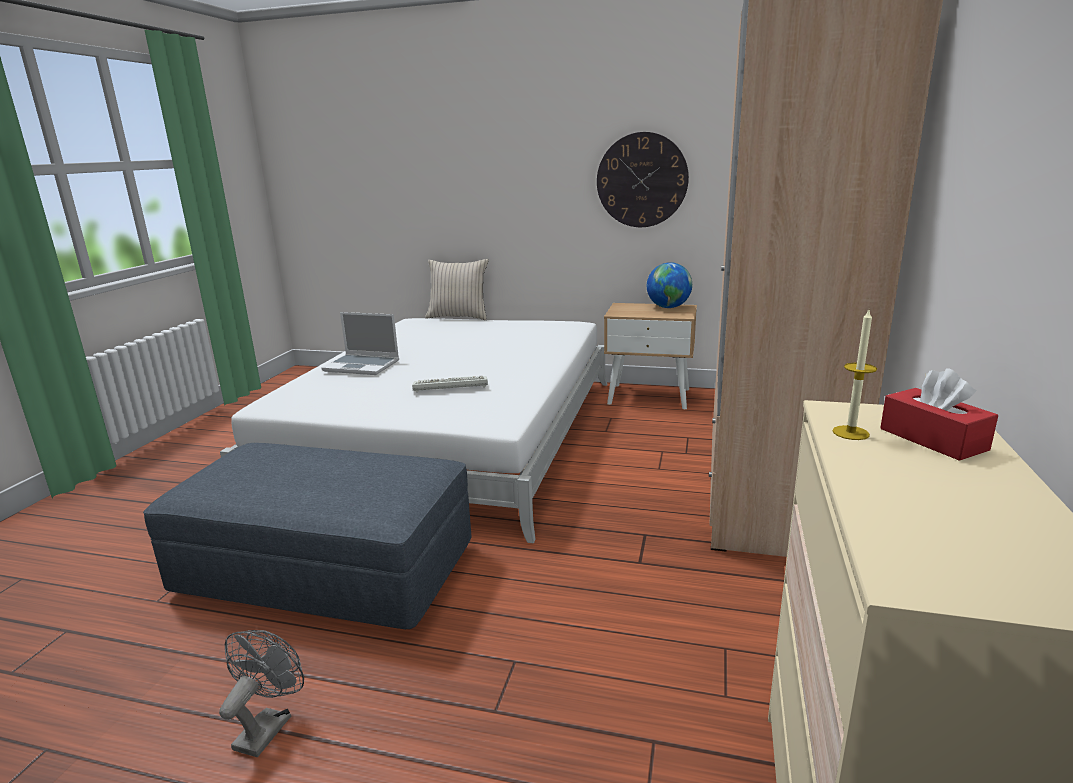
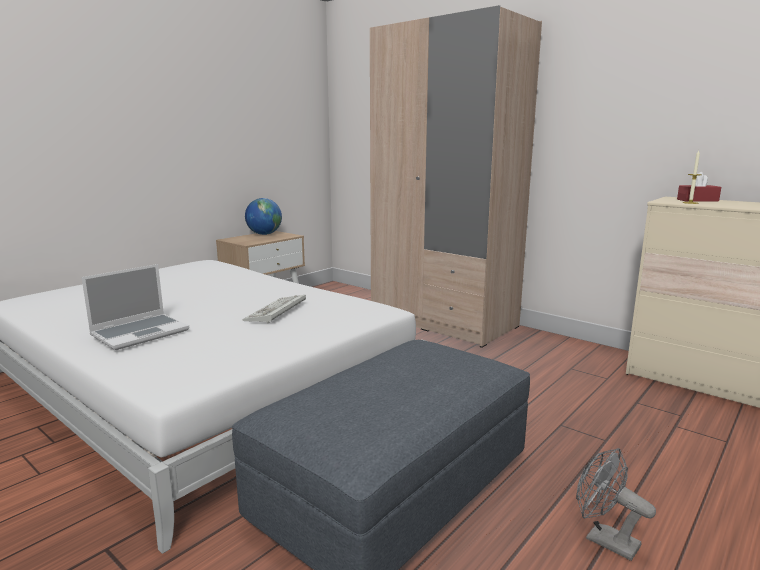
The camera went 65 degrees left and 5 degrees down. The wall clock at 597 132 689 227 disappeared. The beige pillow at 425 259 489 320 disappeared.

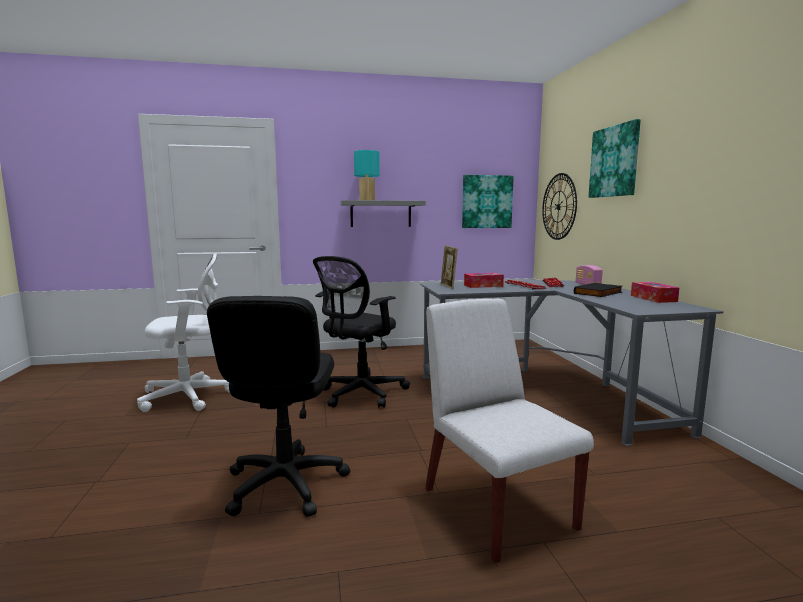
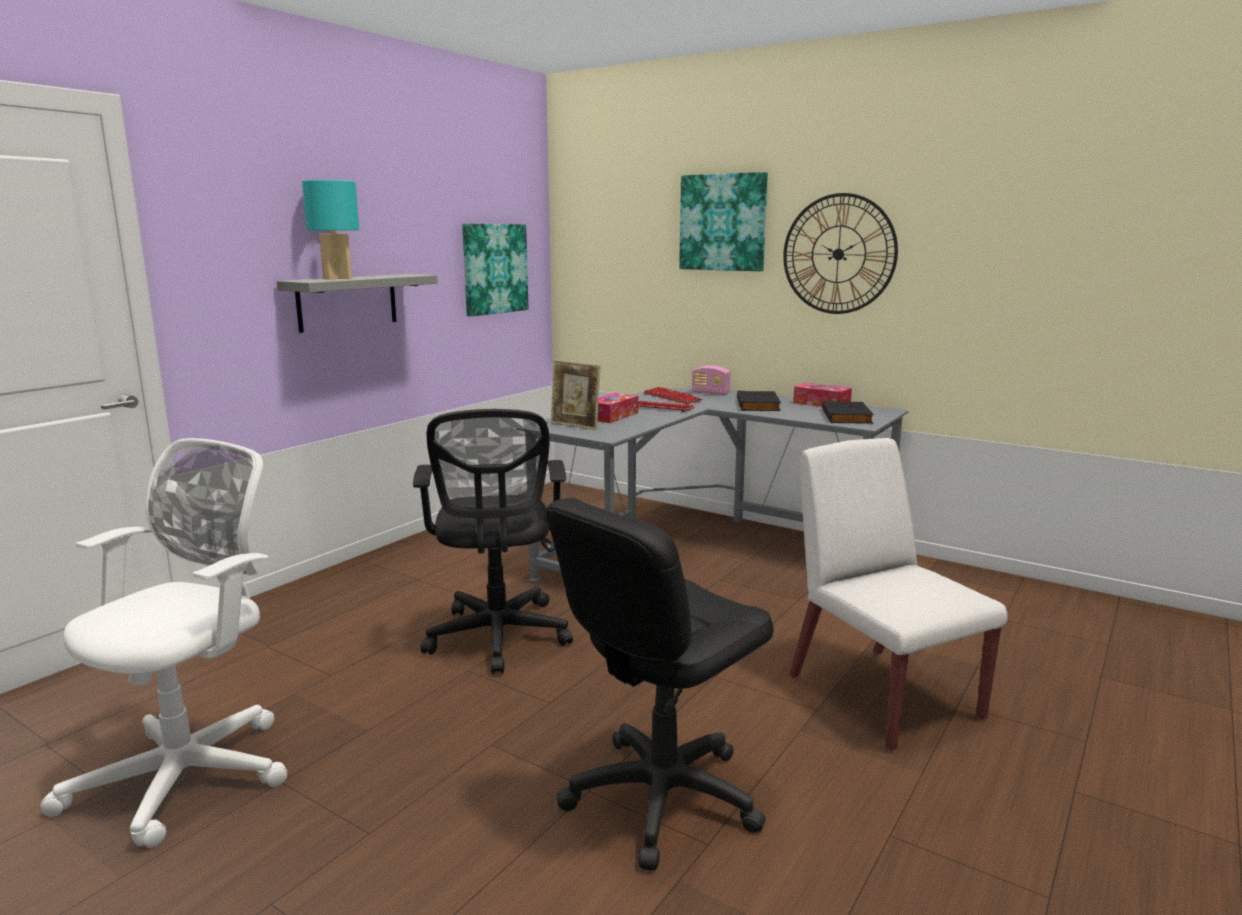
The camera went 45 degrees left and 5 degrees up. The wall clock moved from 542 173 577 240 to 783 193 898 314. The black office chair at 207 296 350 517 turned 90 degrees clockwise. The white chair at 425 299 594 564 turned 45 degrees clockwise. The black book at 822 401 874 424 appeared.

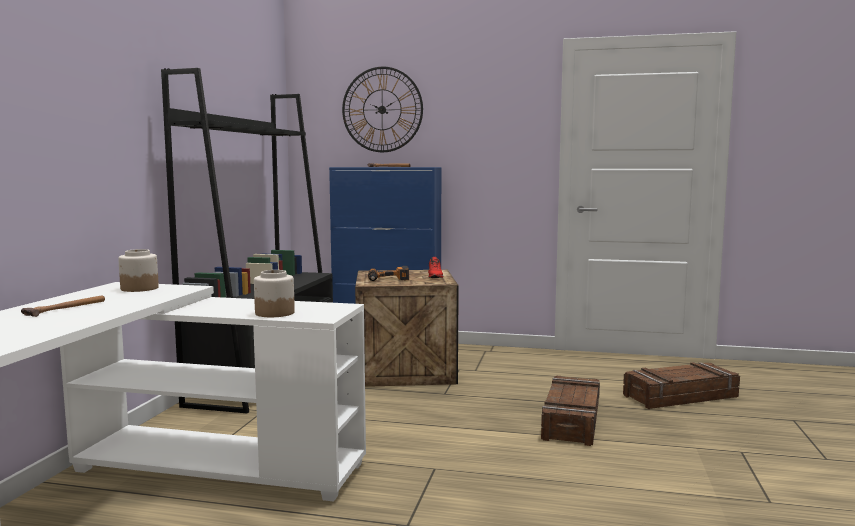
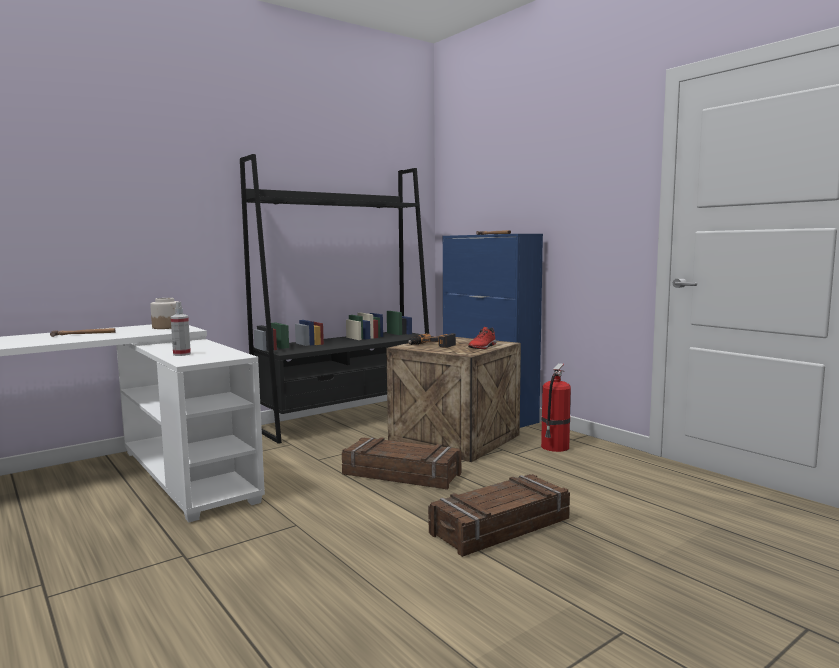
The camera went 40 degrees right and 0 degrees up. The wall clock at 342 67 423 152 disappeared. The jar at 254 270 295 317 was replaced by the spray bottle at 171 302 191 356. The crate moved from 623 362 740 409 to 342 437 462 490. The fire extinguisher at 541 363 571 452 appeared.

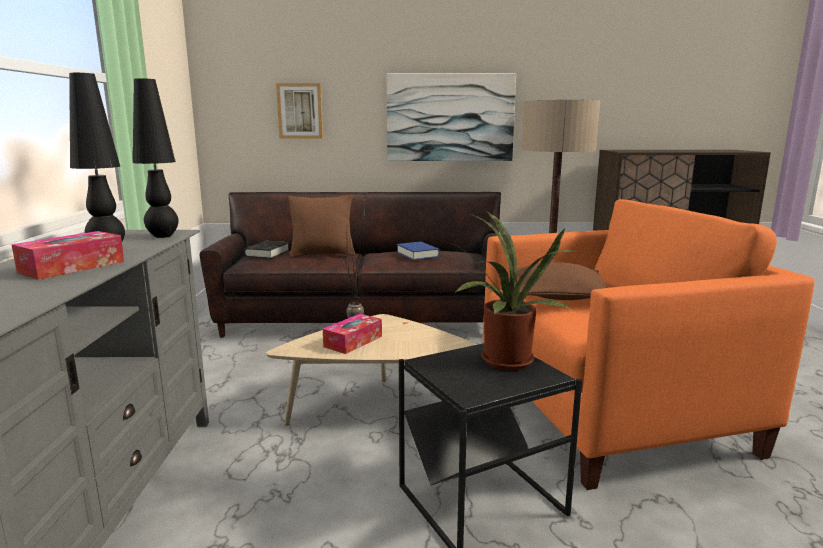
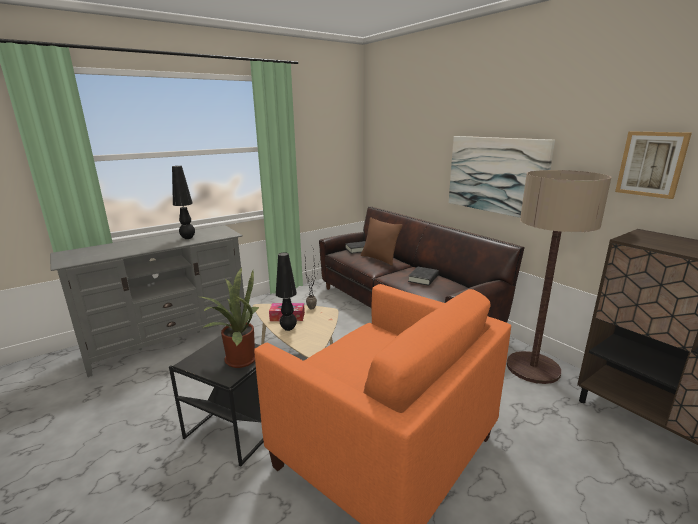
The camera went 55 degrees right and 5 degrees up. The black table lamp moved from 133 78 179 238 to 276 252 297 331. The picture moved from 276 83 323 139 to 615 131 692 199. The tissue box at 11 231 125 280 disappeared. The blue book at 397 242 440 260 became the black book at 408 267 439 286. The brown pillow at 517 262 608 300 disappeared.

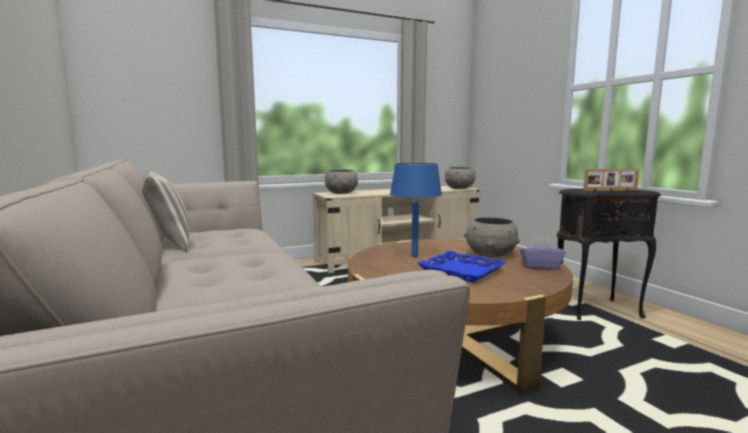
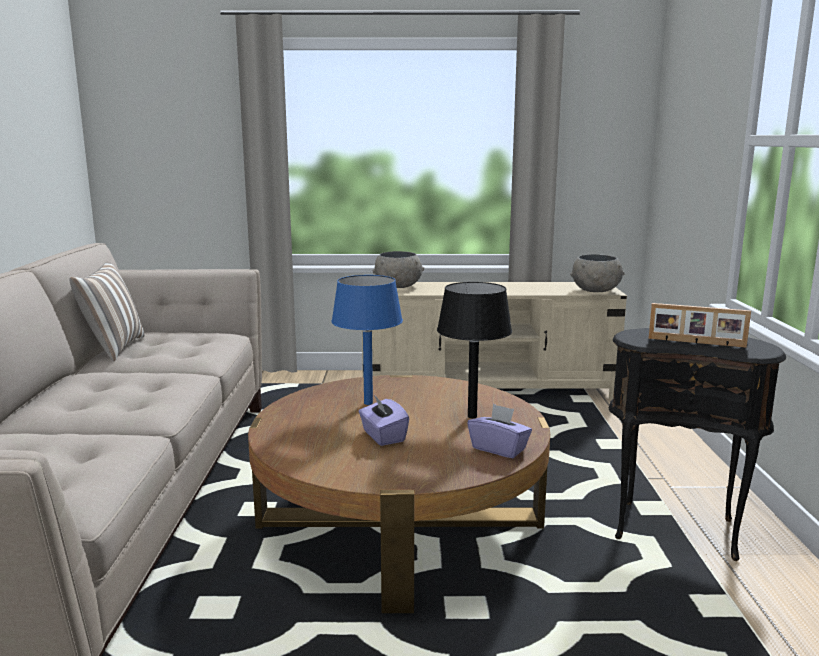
The camera went 25 degrees right and 5 degrees up. The grey bowl at 464 217 520 257 was replaced by the black table lamp at 437 282 512 419. The blue tray at 417 251 506 282 was replaced by the purple tissue box at 359 396 409 446.

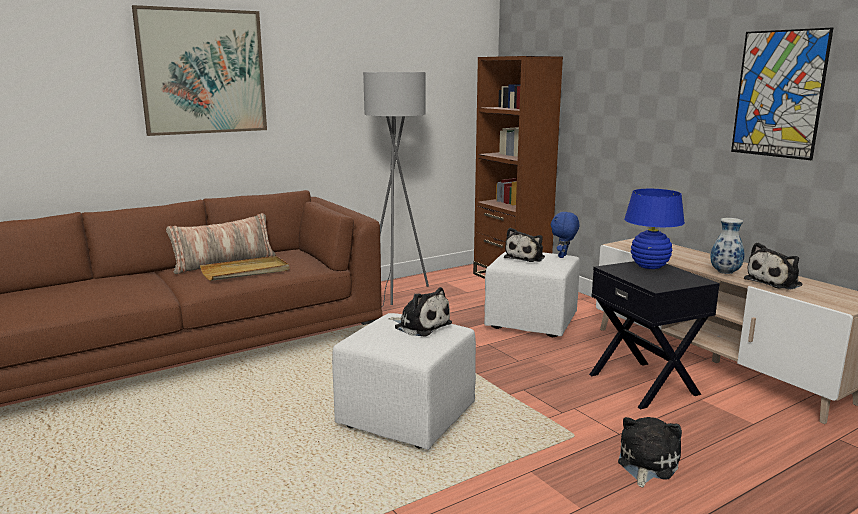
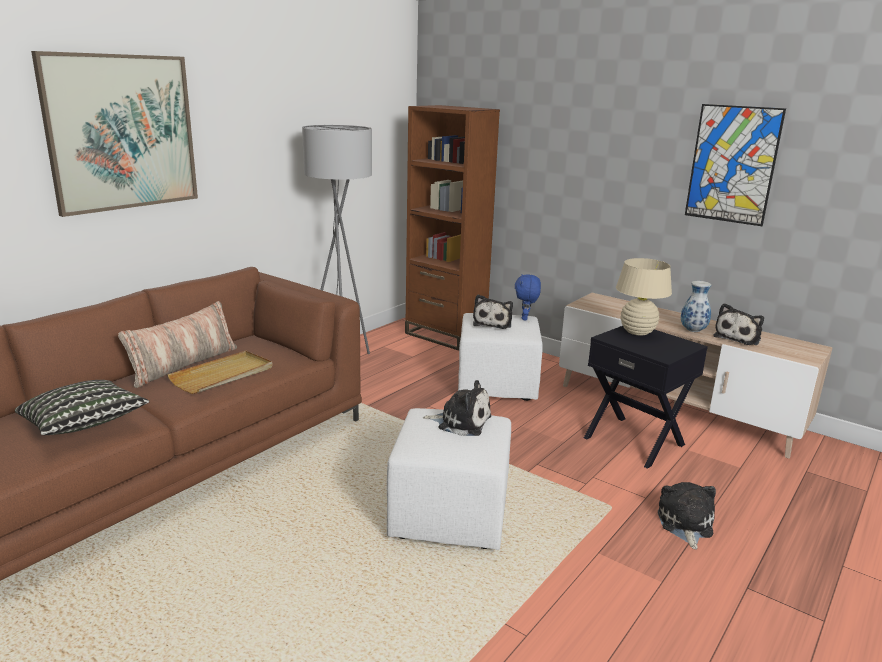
The camera went 20 degrees left and 5 degrees up. The blue table lamp at 624 189 685 269 became the beige table lamp at 616 258 672 336. The pillow at 15 380 150 435 appeared.

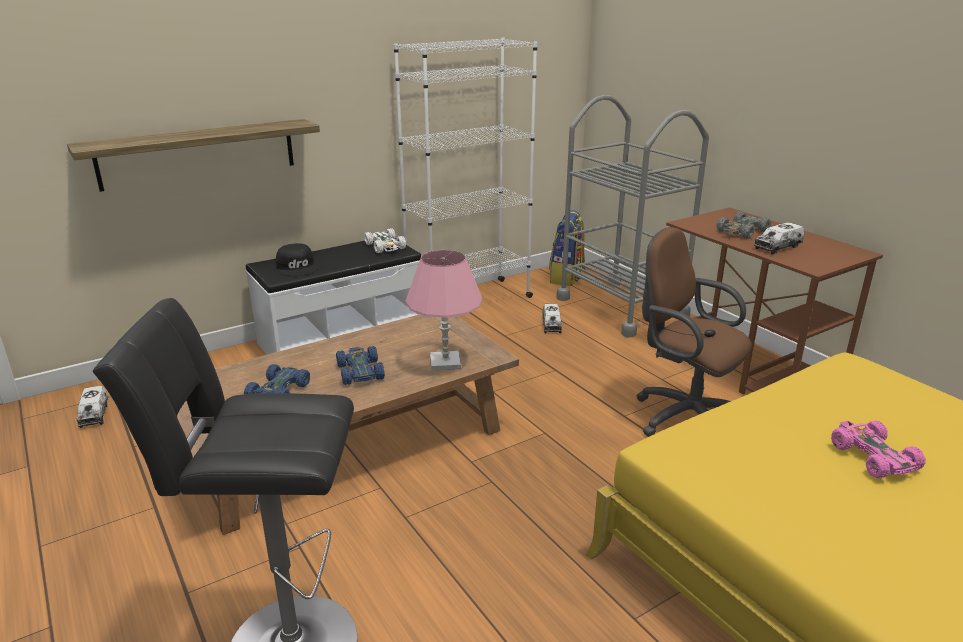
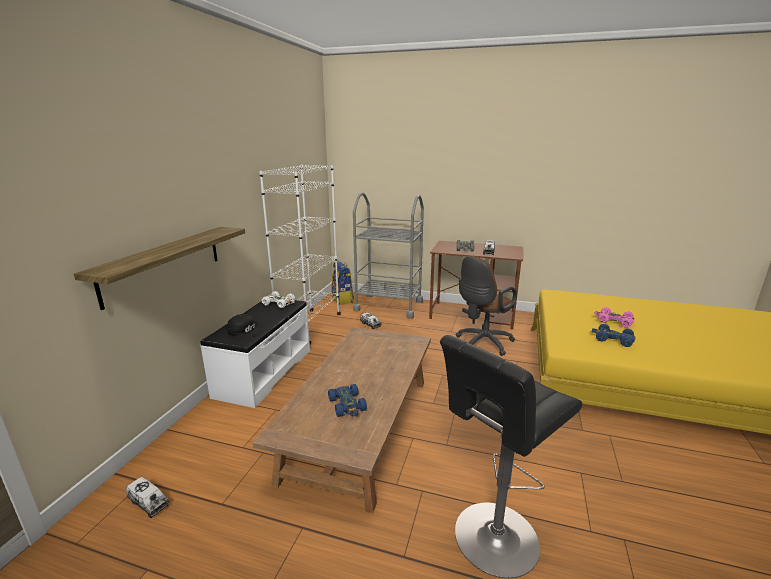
The camera went 40 degrees left and 5 degrees down. The brown office chair at 636 227 752 437 turned 45 degrees counterclockwise. The pink table lamp at 405 250 483 370 disappeared. The blue toy car moved from 336 346 385 385 to 591 324 635 347.

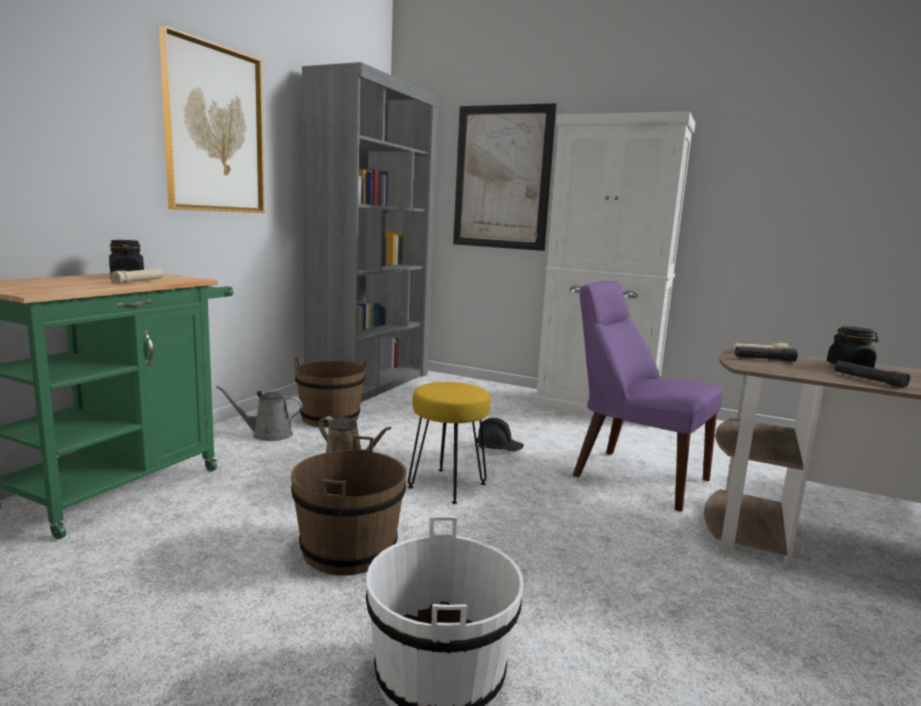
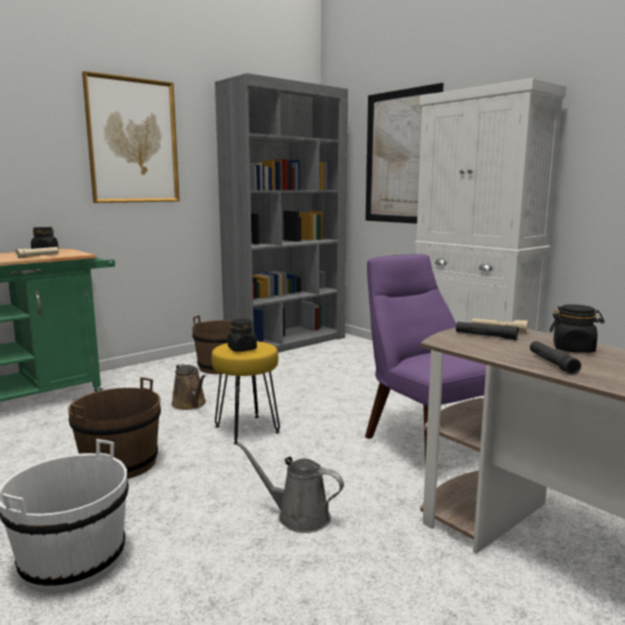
The camera went 25 degrees right and 0 degrees up. The grey watering can moved from 216 386 302 441 to 237 442 344 533. The black hard hat at 477 418 524 451 disappeared. The black jar at 228 319 257 351 appeared.

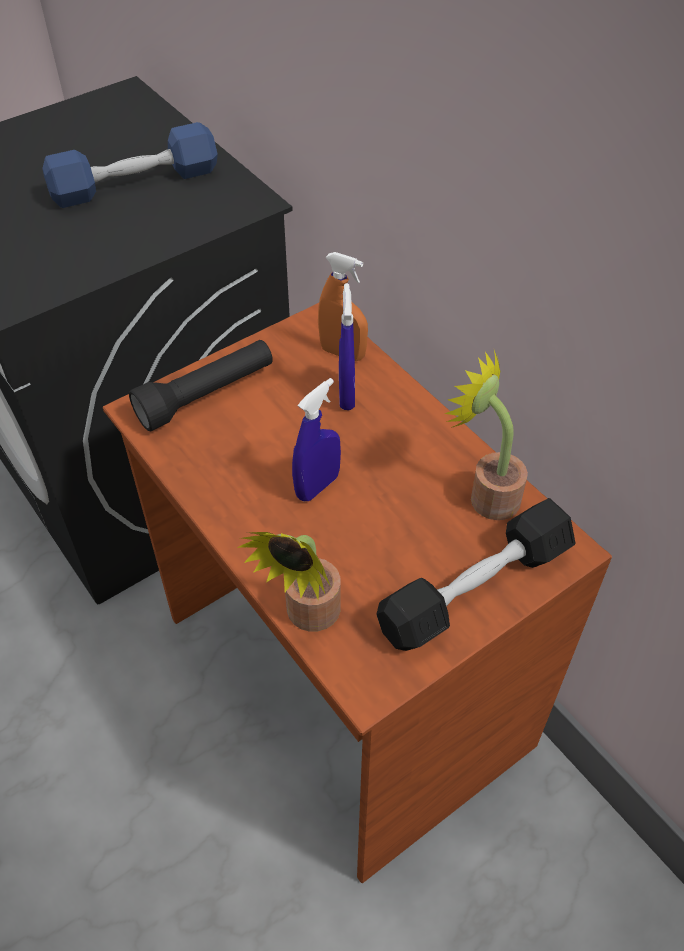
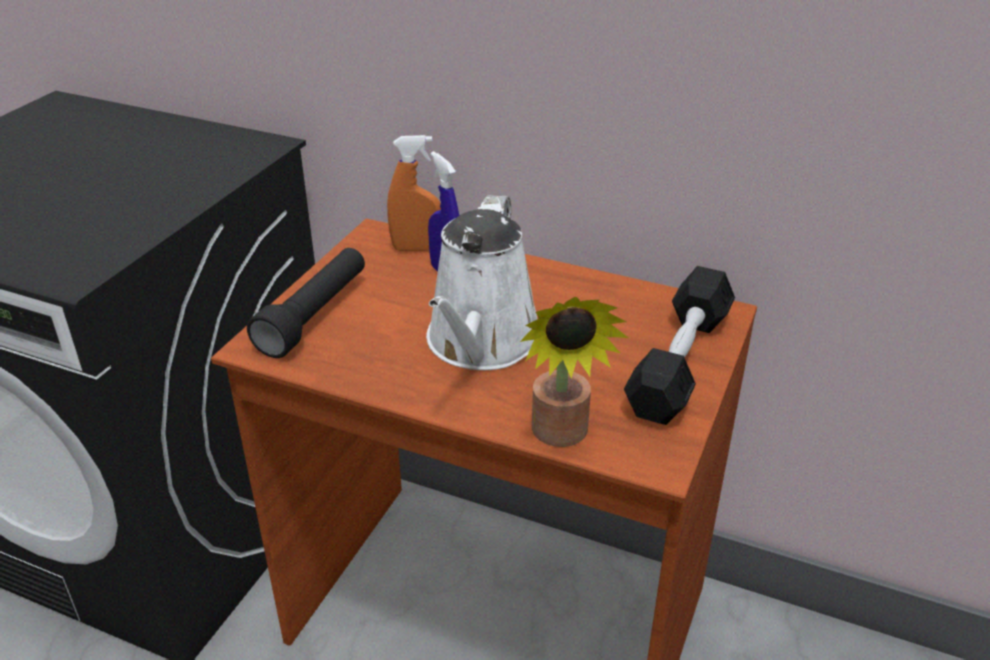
The camera went 30 degrees left and 15 degrees down. The blue dumbbell at 42 122 218 208 disappeared. The potted plant at 444 350 528 520 disappeared. The blue spray bottle at 292 378 341 501 was replaced by the white watering can at 426 195 538 370.

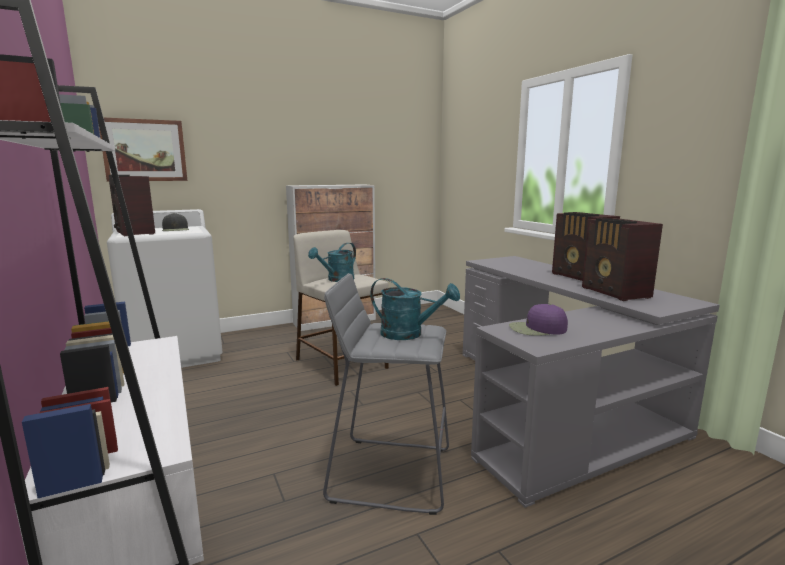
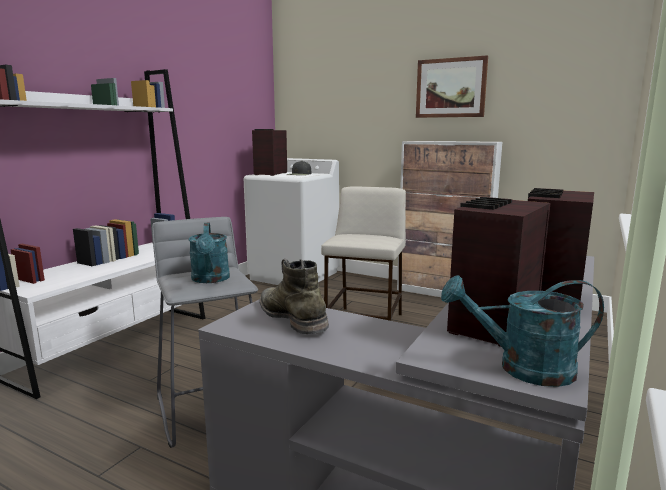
The camera went 55 degrees right and 0 degrees up. The picture moved from 99 117 187 181 to 416 55 488 118. The turquoise watering can moved from 308 243 356 282 to 441 275 604 387. The purple cap at 509 304 568 336 was replaced by the green boot at 259 259 329 334.

